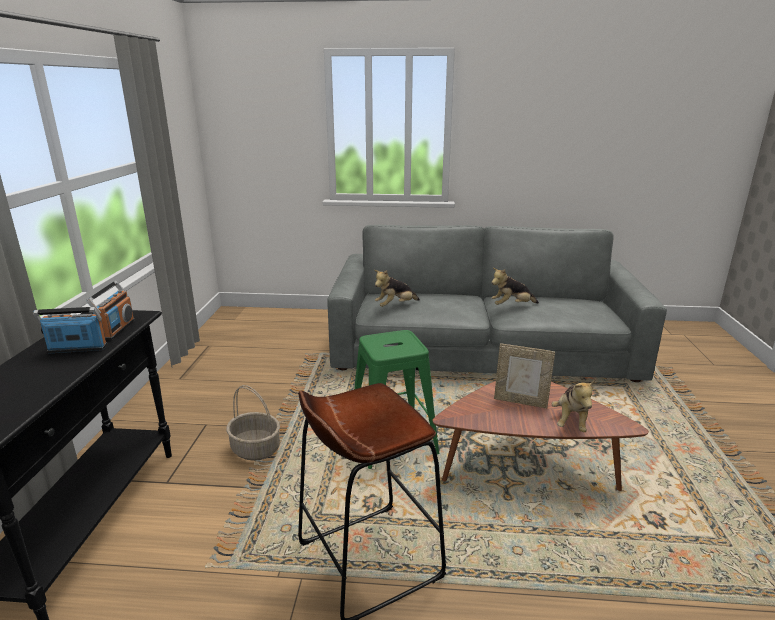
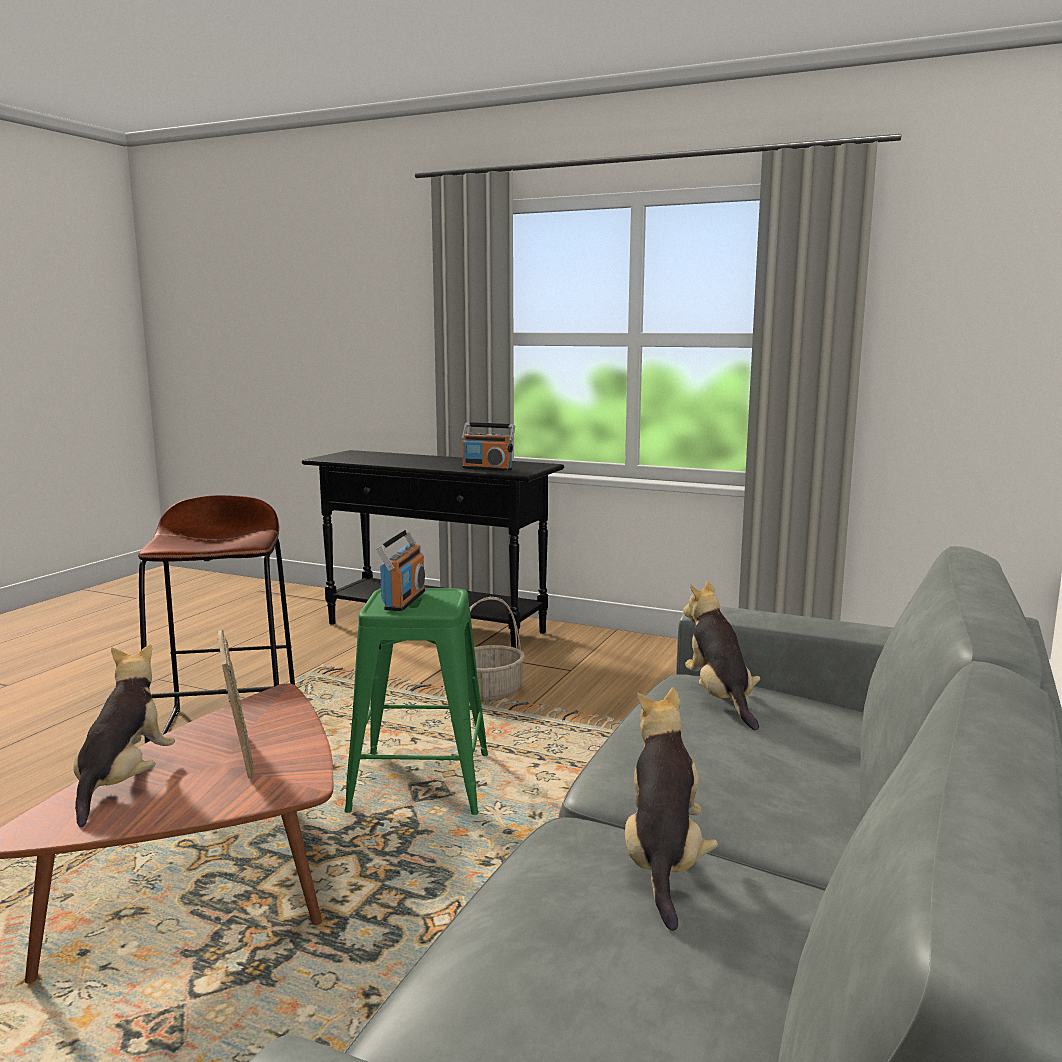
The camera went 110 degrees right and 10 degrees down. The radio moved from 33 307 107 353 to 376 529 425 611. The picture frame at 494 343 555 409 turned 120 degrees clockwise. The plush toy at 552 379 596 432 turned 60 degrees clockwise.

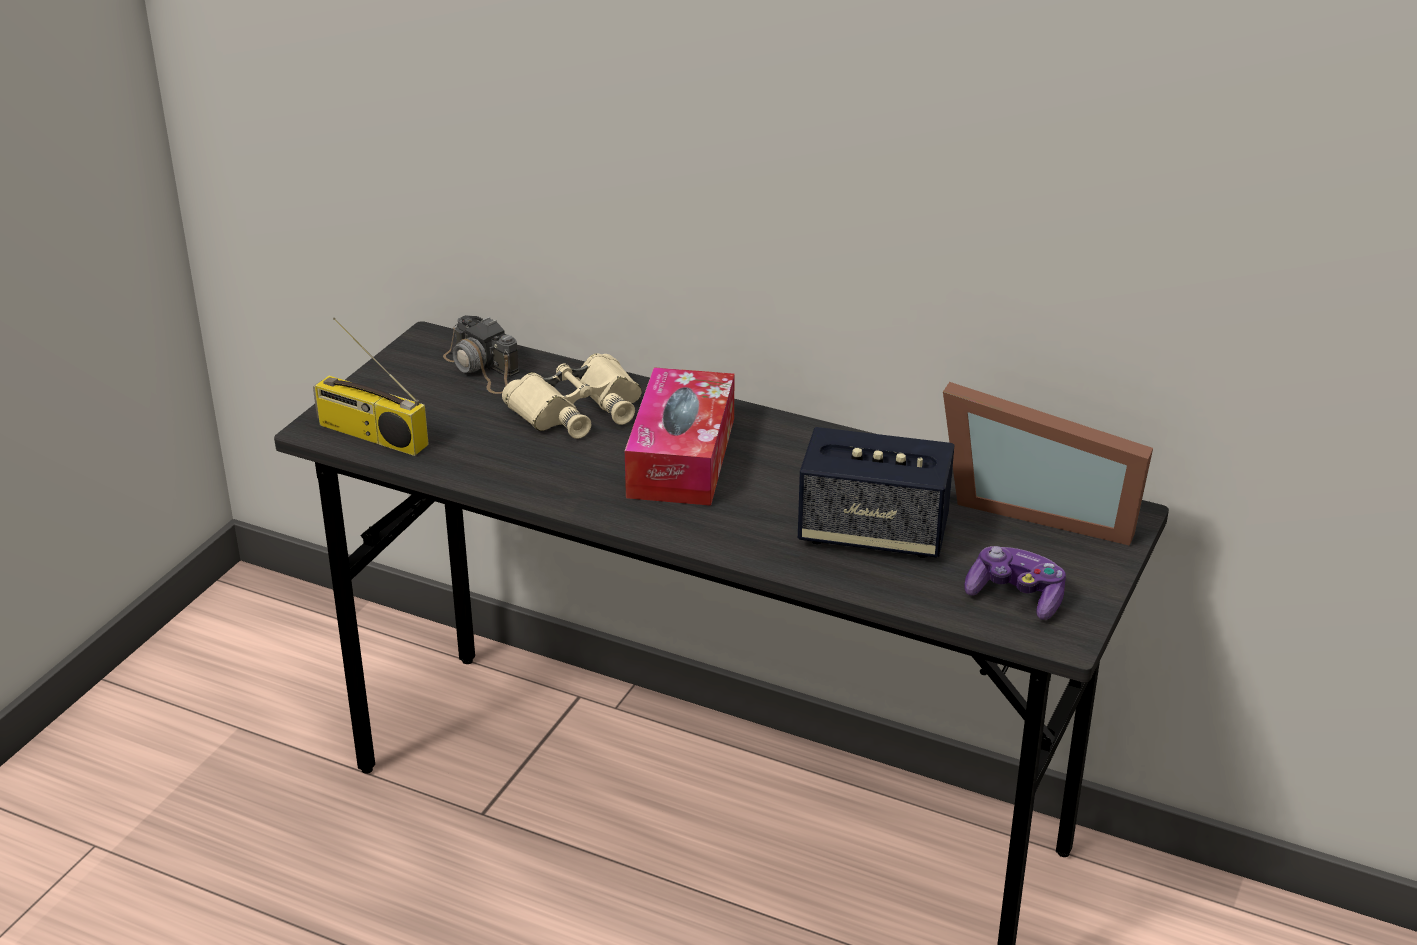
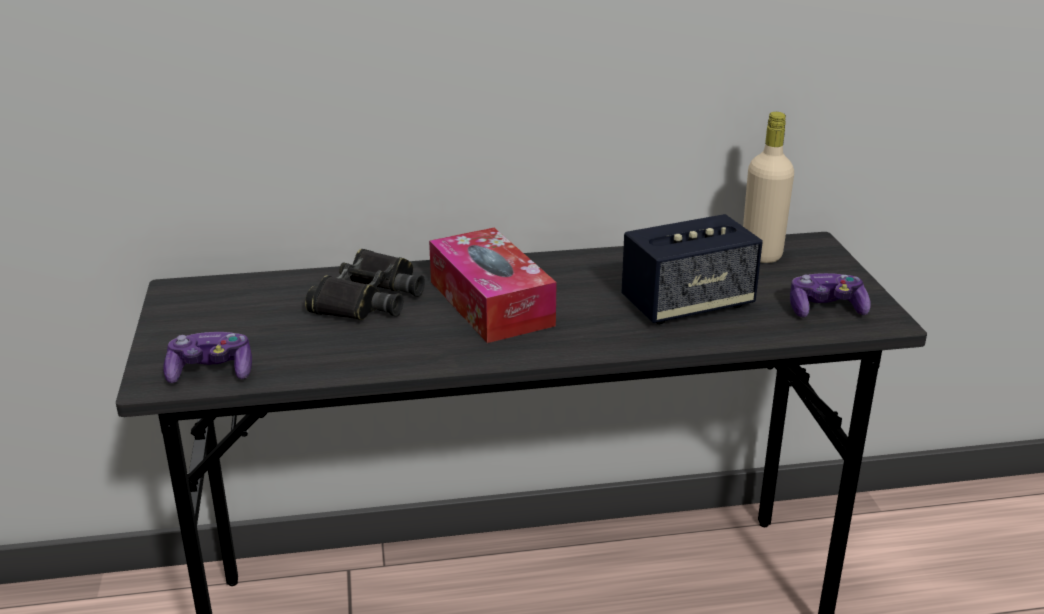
The camera went 35 degrees left and 5 degrees down. The photo camera at 443 315 519 394 disappeared. The radio at 313 317 429 456 was replaced by the game controller at 163 332 252 383. The beige binoculars at 502 354 642 439 became the black binoculars at 305 249 425 320. The picture frame at 943 382 1153 546 was replaced by the beige bottle at 743 112 794 263.

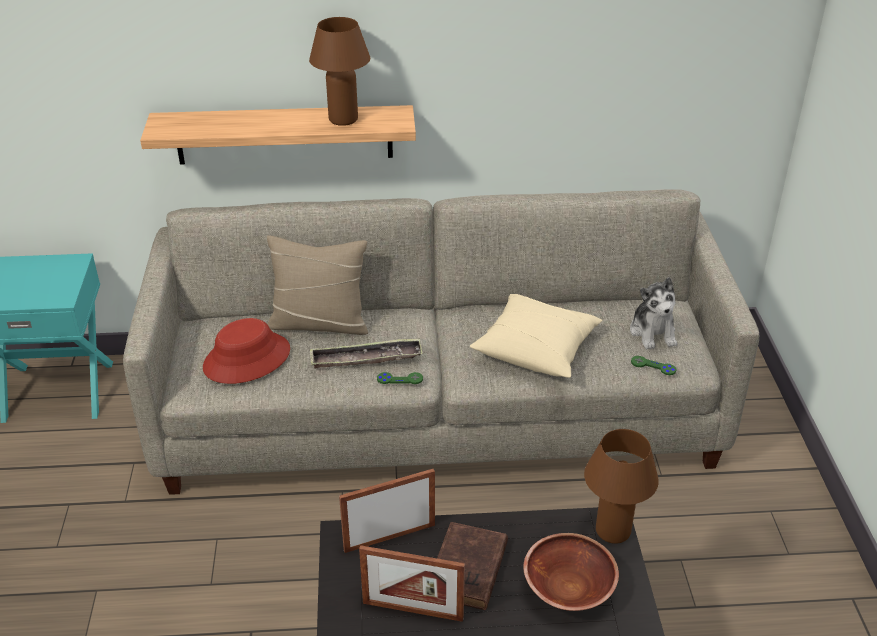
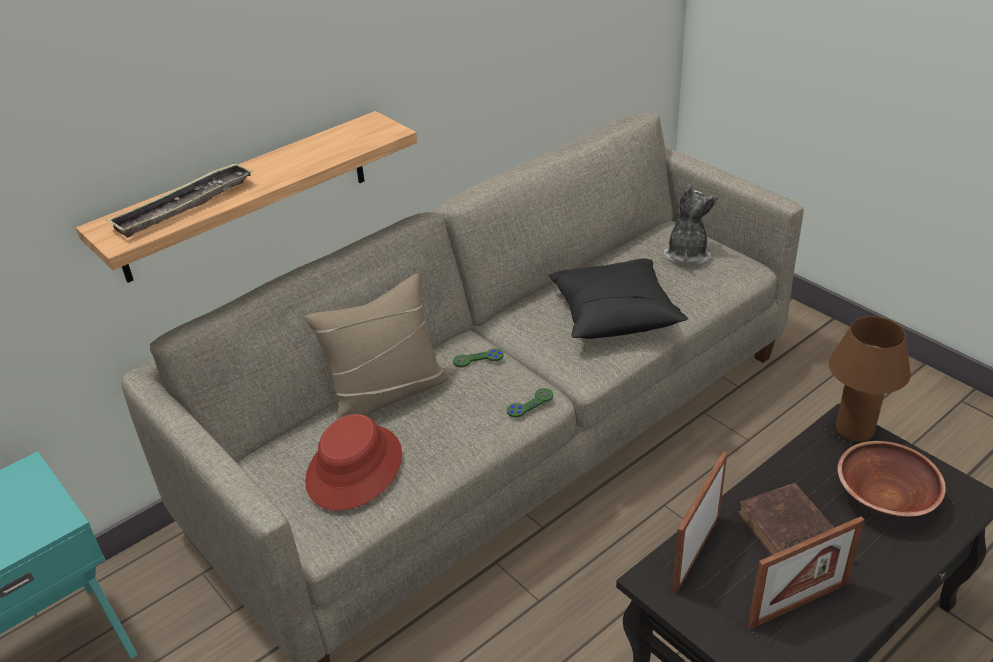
The camera went 35 degrees left and 0 degrees up. The brown table lamp at 309 17 370 126 disappeared. The plush toy at 630 277 677 349 turned 120 degrees counterclockwise. The beige pillow at 470 294 602 378 became the black pillow at 549 258 688 339. The tray moved from 310 338 423 369 to 106 162 253 237. The green game controller moved from 631 356 677 375 to 453 349 504 367.

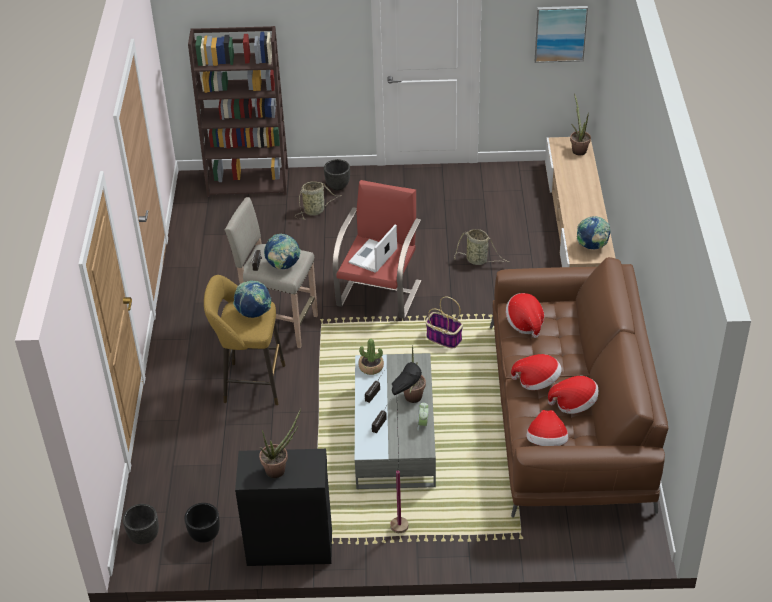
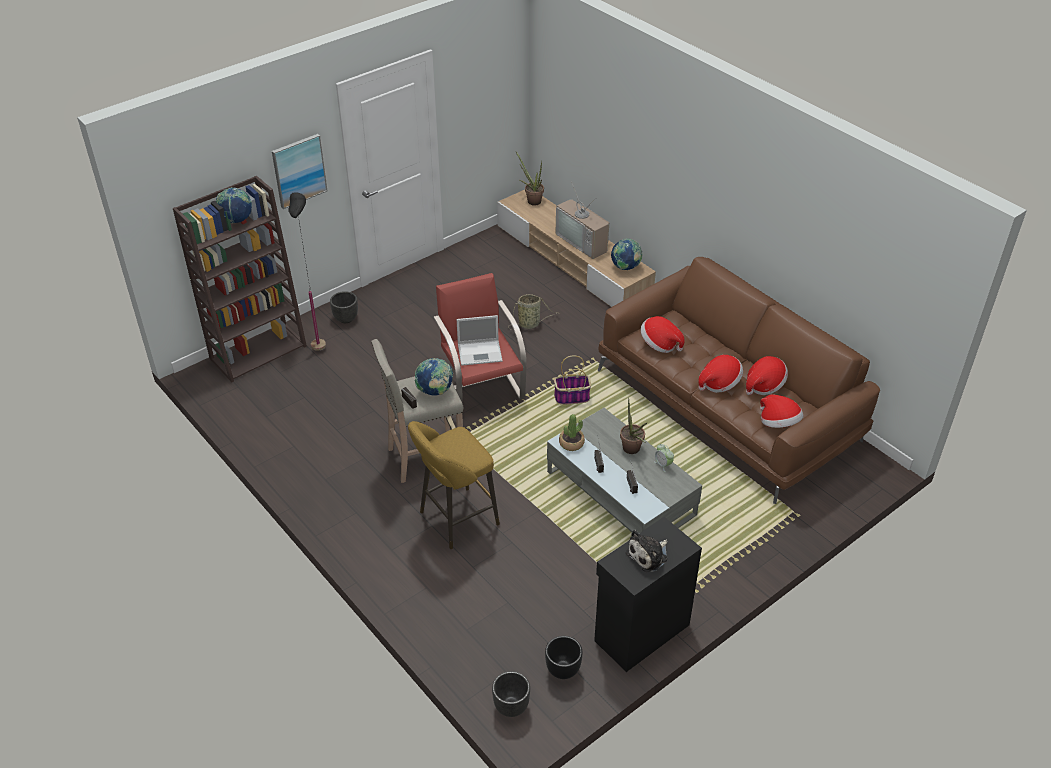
The camera went 40 degrees left and 0 degrees up. The picture moved from 535 6 588 63 to 272 134 328 209. The basket at 295 181 339 220 disappeared. The laptop at 349 224 397 273 turned 90 degrees counterclockwise. The globe moved from 233 280 271 318 to 216 187 252 223. The black floor lamp moved from 390 362 422 533 to 288 192 326 351. The potted plant at 259 408 301 478 was replaced by the plush toy at 626 530 668 572. The television at 556 184 609 259 appeared.

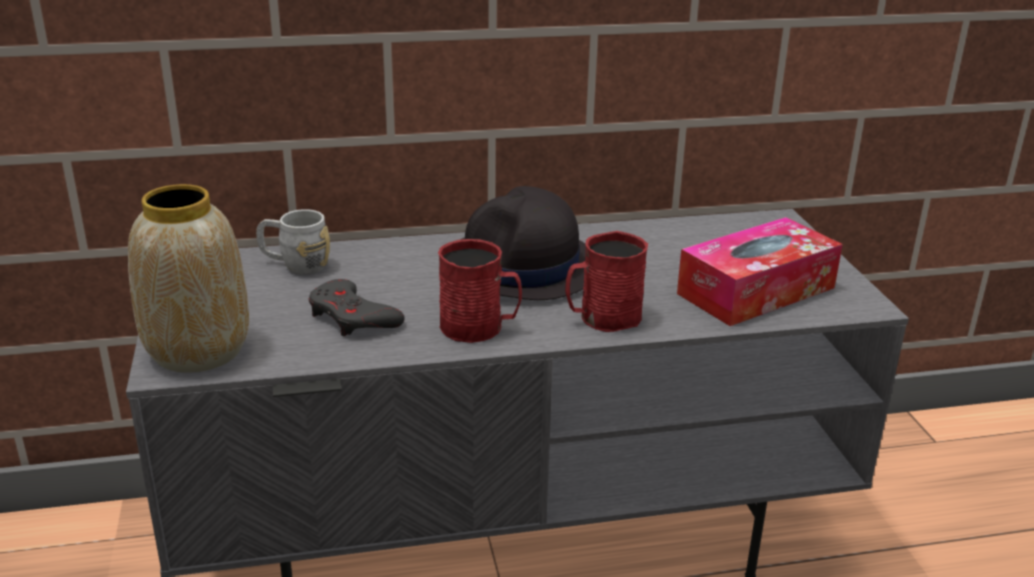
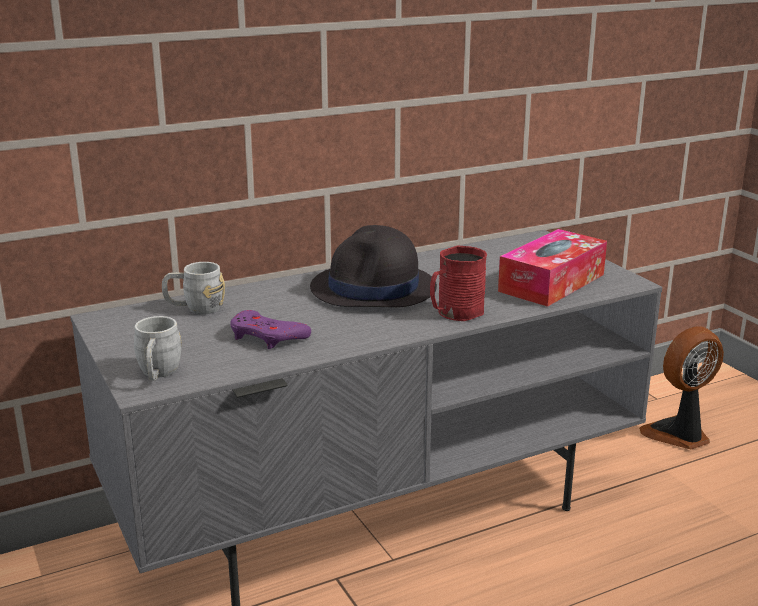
The camera went 15 degrees left and 5 degrees down. The vase at 128 184 249 373 was replaced by the grey mug at 134 316 182 381. The red mug at 438 239 522 343 disappeared. The grey game controller at 309 279 405 336 became the purple game controller at 230 310 311 349. The fan at 639 326 724 449 appeared.

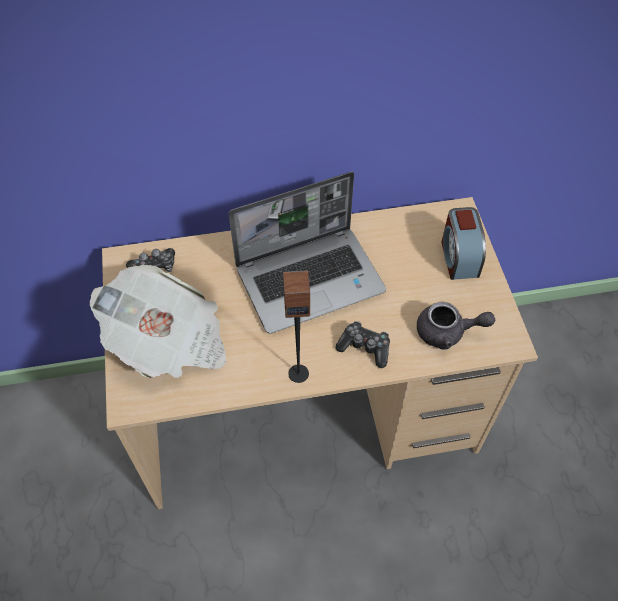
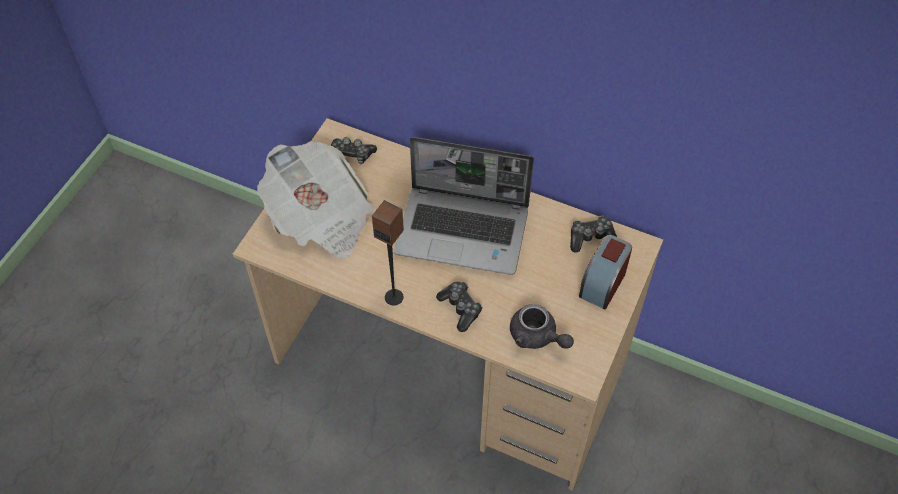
The camera went 35 degrees right and 0 degrees up. The game controller at 570 216 617 252 appeared.

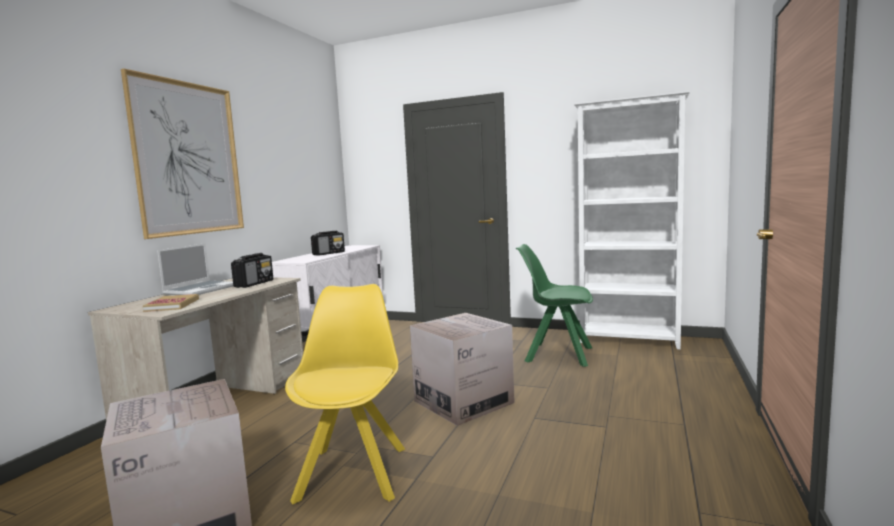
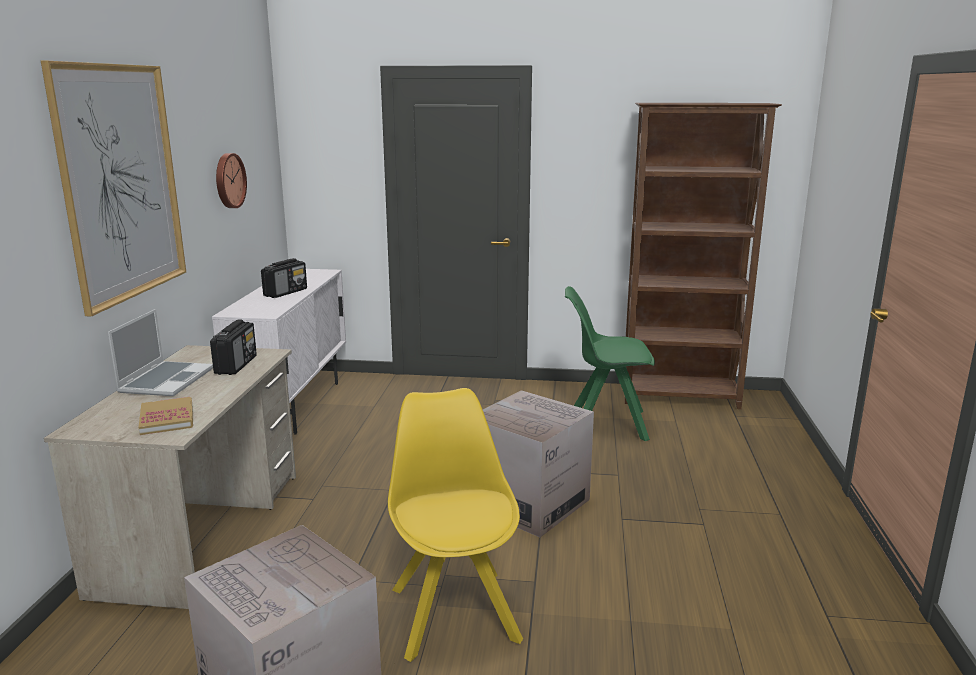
The camera went 15 degrees left and 10 degrees up. The white bookcase at 574 91 690 349 became the brown bookcase at 625 103 782 409. The wall clock at 216 153 247 208 appeared.

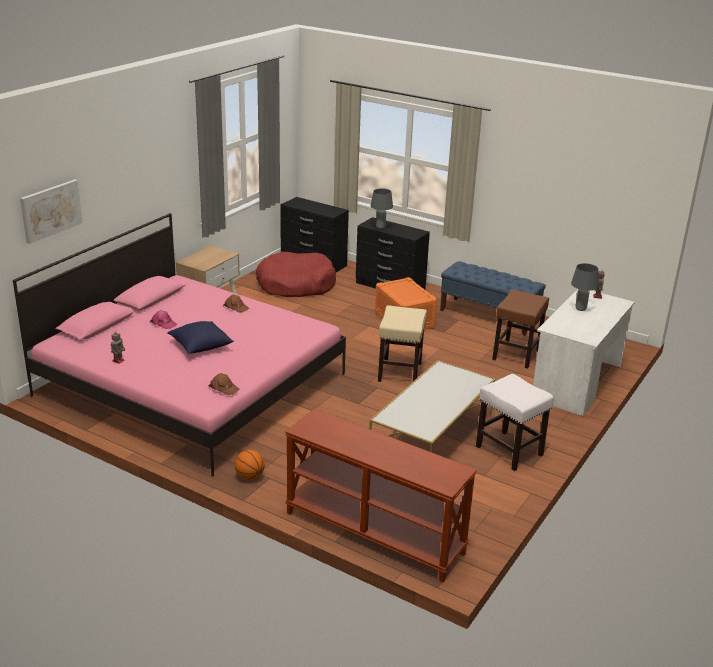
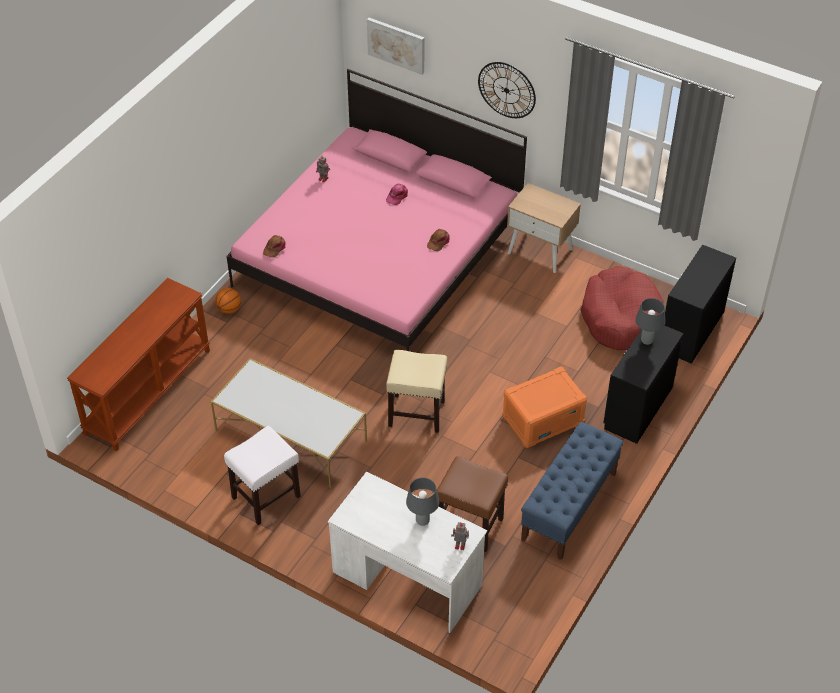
The camera went 90 degrees right and 20 degrees up. The blue pillow at 167 321 234 354 disappeared. The wall clock at 478 62 536 118 appeared.

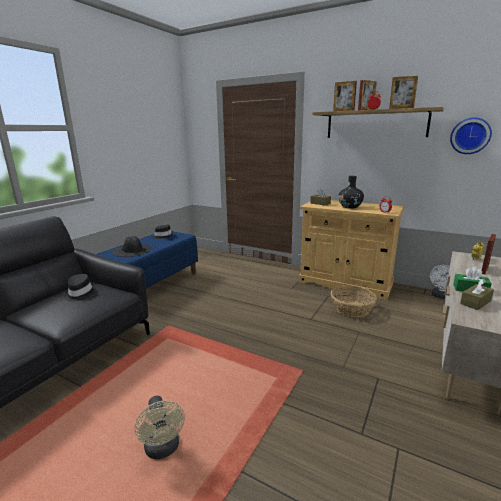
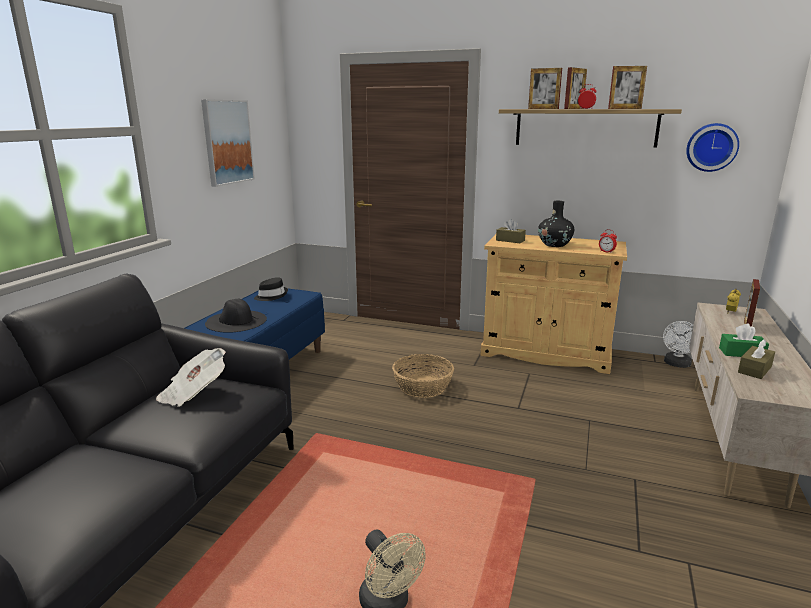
The camera went 10 degrees left and 0 degrees up. The black hat at 64 274 96 302 was replaced by the newspaper at 156 348 226 407. The basket moved from 331 285 377 317 to 392 354 454 398. The picture at 201 99 255 187 appeared.

